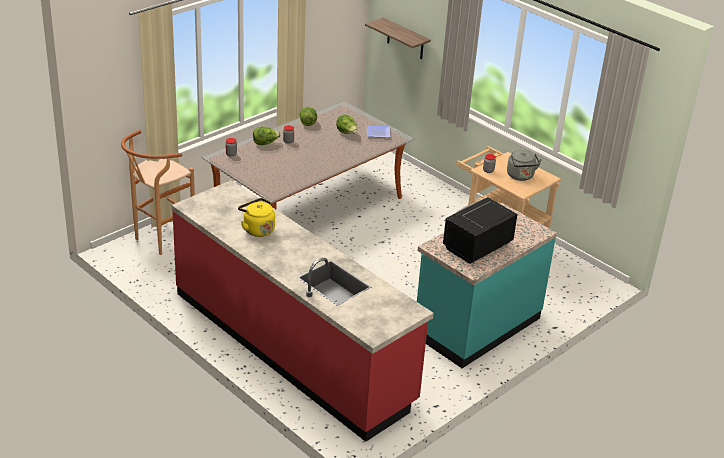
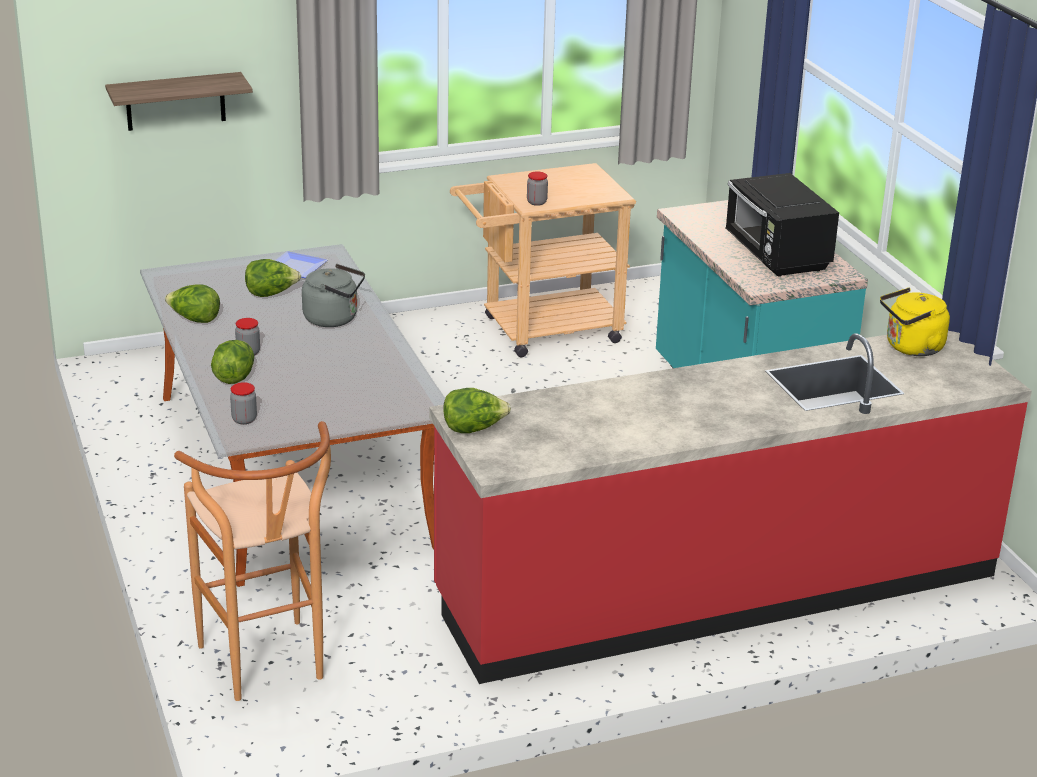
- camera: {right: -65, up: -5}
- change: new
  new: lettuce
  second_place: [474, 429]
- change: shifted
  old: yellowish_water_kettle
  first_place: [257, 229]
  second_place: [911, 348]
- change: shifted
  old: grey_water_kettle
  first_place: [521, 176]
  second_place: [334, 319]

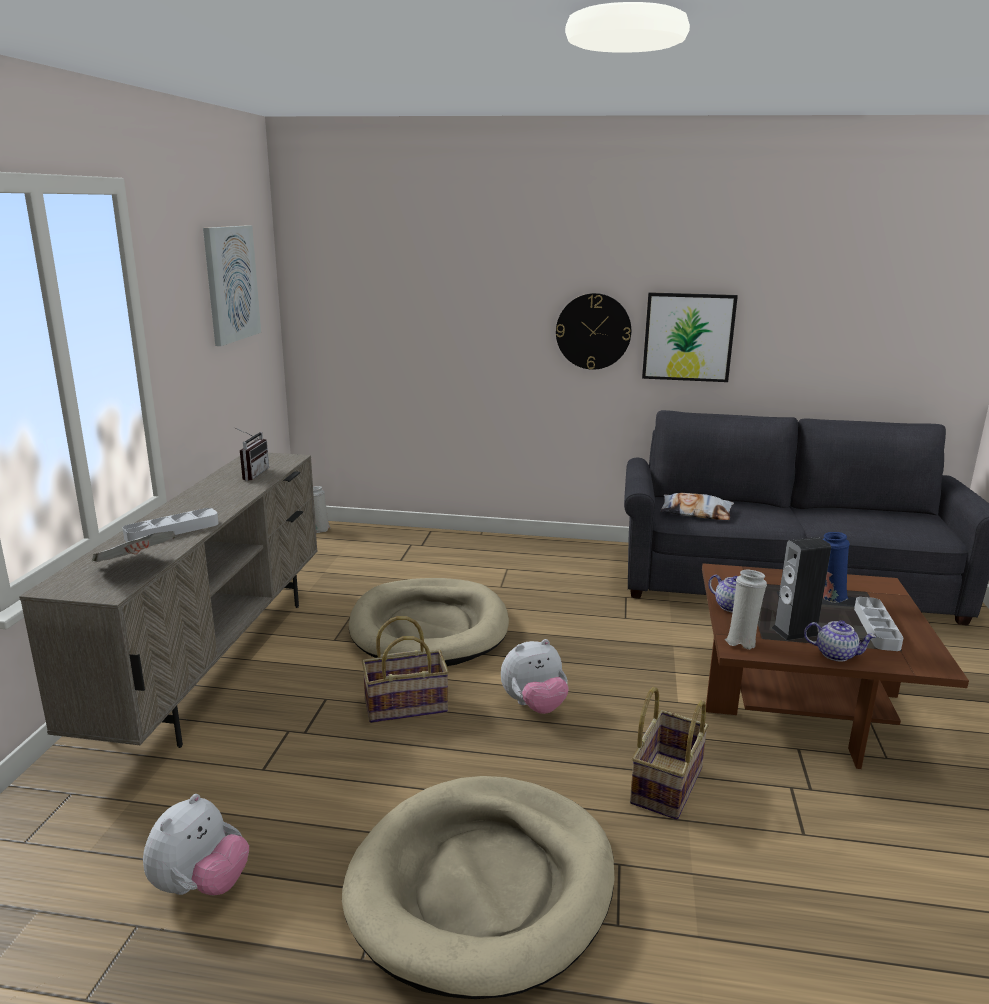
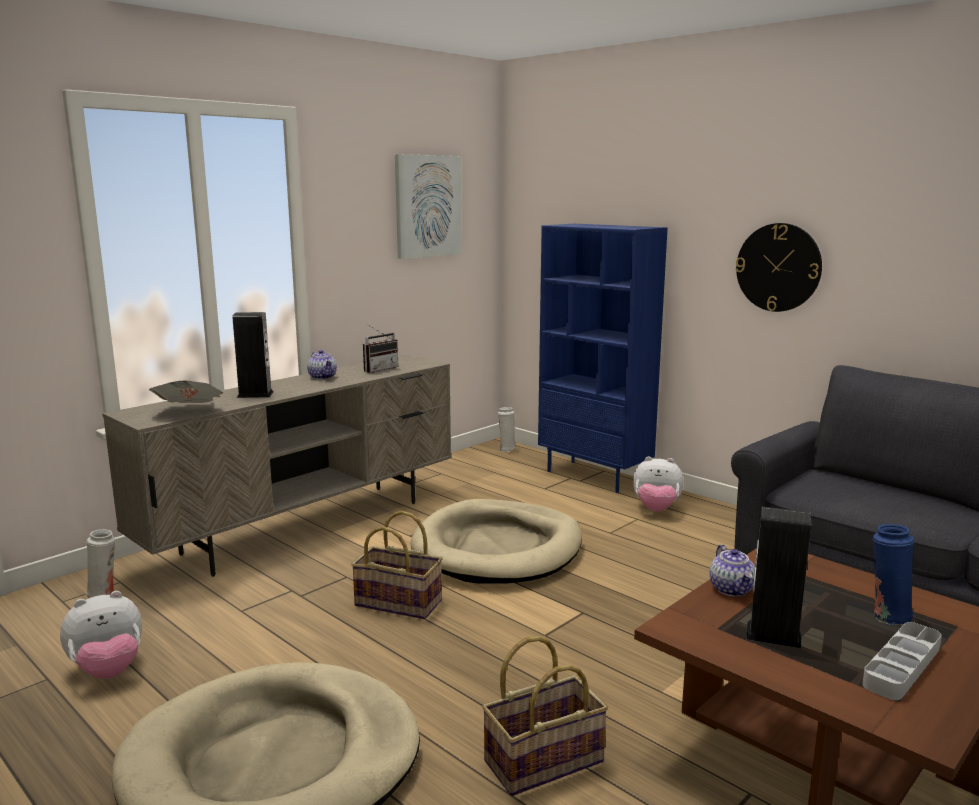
- camera: {right: 35, up: -5}
- change: gone
  old: picture
  first_place: [688, 337]
- change: gone
  old: cushion
  first_place: [696, 512]
- change: new
  new: blue_shelving_unit
  second_place: [595, 476]
- change: shifted
  old: soft_toy
  first_place: [534, 706]
  second_place: [656, 509]
- change: shifted
  old: whitish_decorative_vase
  first_place: [741, 641]
  second_place: [104, 594]
- change: shifted
  old: teapot
  first_place: [836, 654]
  second_place: [323, 377]
- change: swapped
  old: grey_tray
  new: audio_speaker
  first_place: [172, 530]
  second_place: [255, 394]

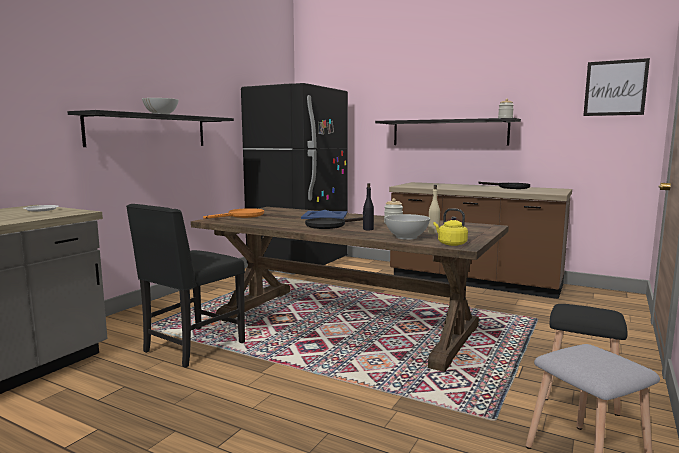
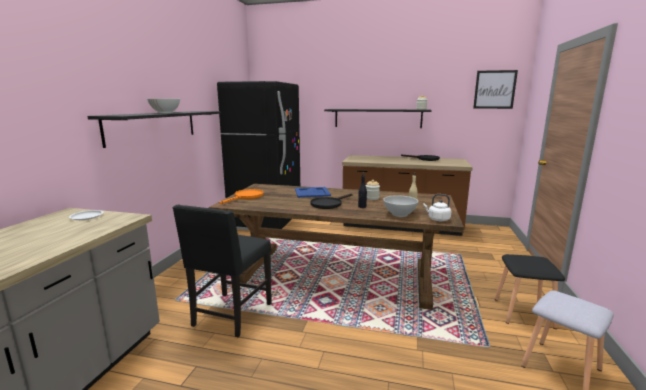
- camera: {right: -15, up: 5}
- change: repainted
  old: yellowish_water_kettle
  new: whitish_water_kettle
  first_place: [450, 244]
  second_place: [437, 219]

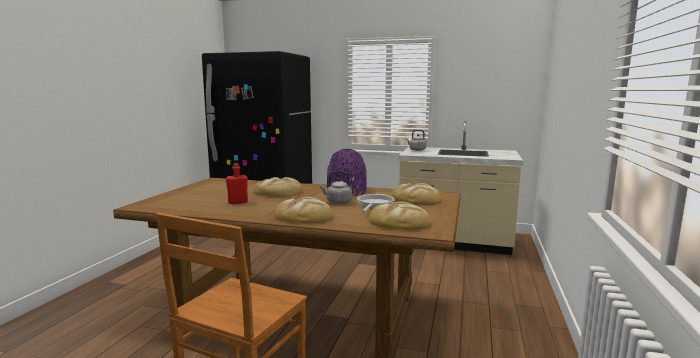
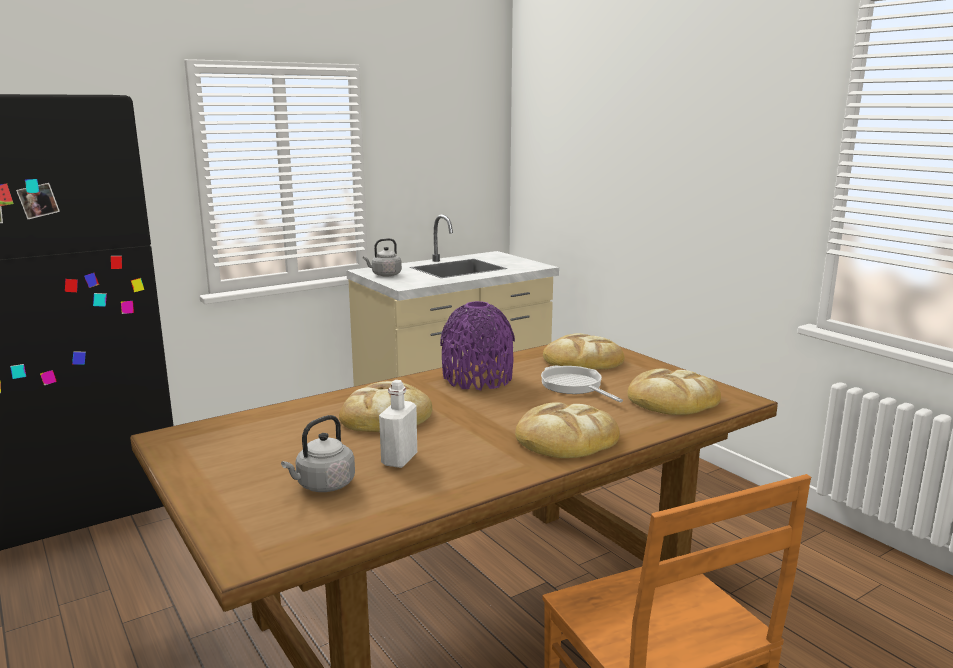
- camera: {right: -50, up: 5}
- change: shifted
  old: grey_water_kettle
  first_place: [337, 202]
  second_place: [323, 485]
- change: repainted
  old: reddish_beverage_bottle
  new: whitish_beverage_bottle
  first_place: [238, 202]
  second_place: [399, 459]

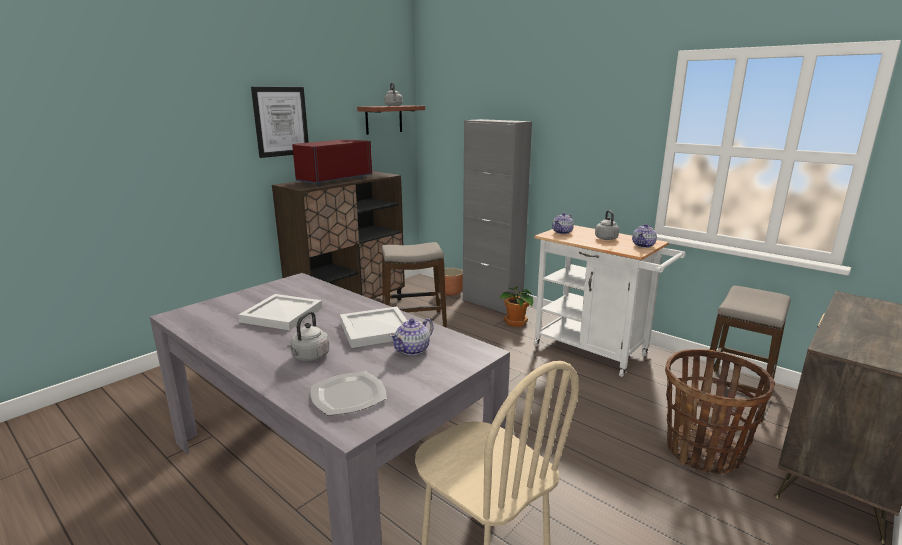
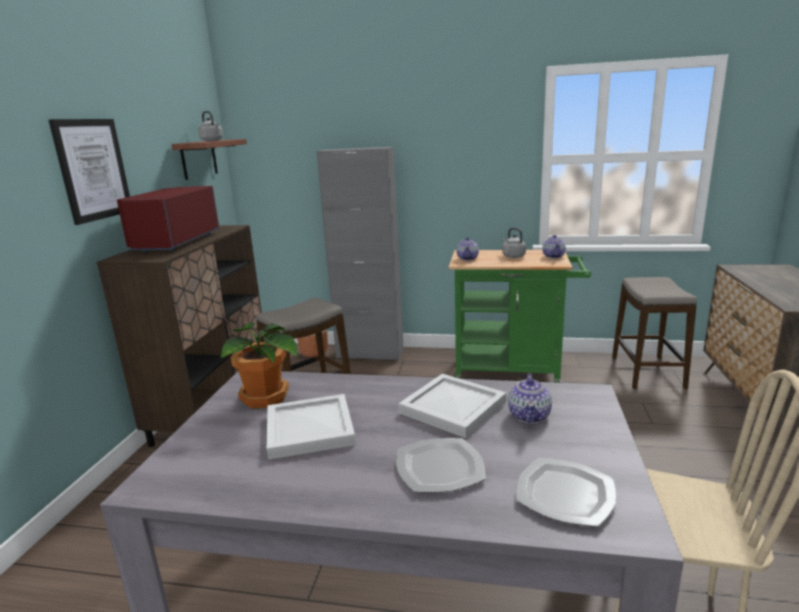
- camera: {right: -30, up: 0}
- change: gone
  old: household_basket
  first_place: [703, 452]
- change: shifted
  old: plant_in_a_pot
  first_place: [515, 323]
  second_place: [265, 399]
- change: swapped
  old: grey_water_kettle
  new: flat_dish
  first_place: [309, 357]
  second_place: [440, 468]
- change: repainted
  old: whitish_trolley
  new: greenish_trolley
  first_place: [596, 352]
  second_place: [514, 372]

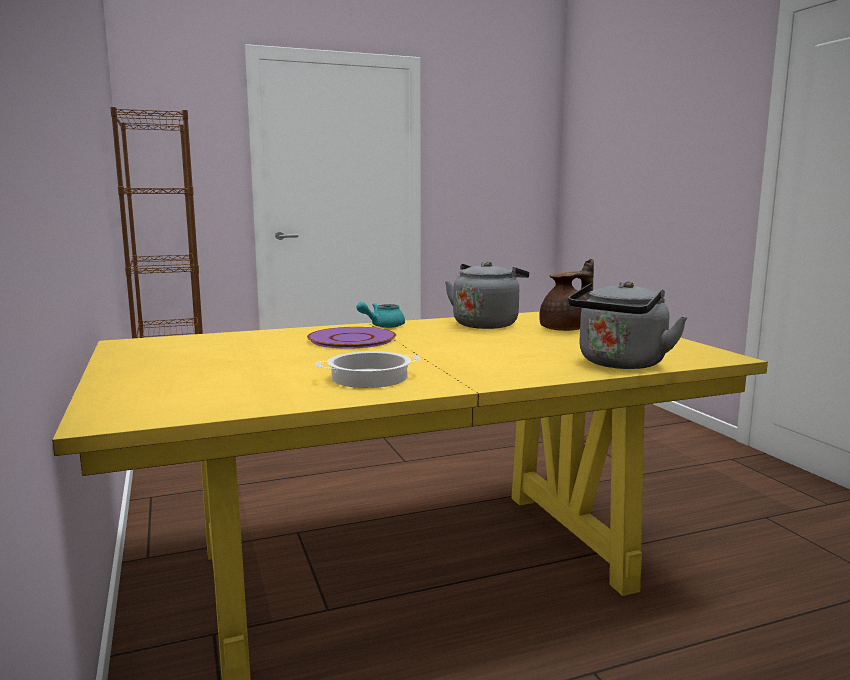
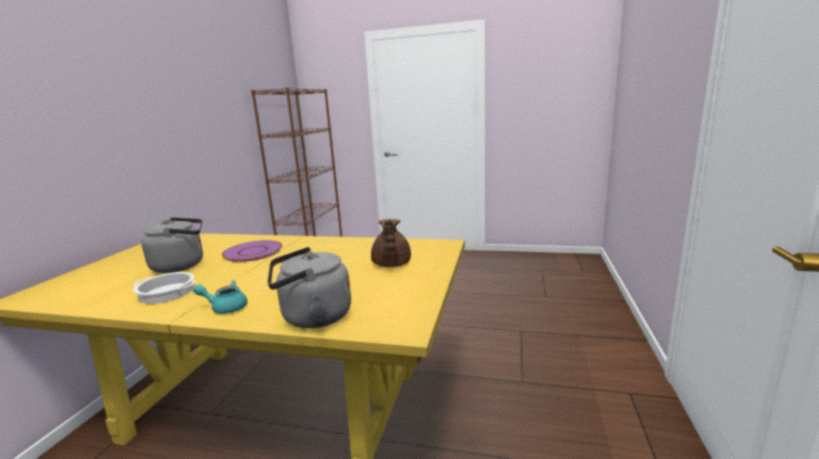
- camera: {right: 35, up: 5}
- change: shifted
  old: turquoise-coloured_teapot
  first_place: [382, 326]
  second_place: [225, 307]
- change: shifted
  old: grey_water_kettle
  first_place: [486, 324]
  second_place: [182, 265]
- change: rotated
  old: brown_teapot
  first_place: [567, 329]
  second_place: [391, 264]
  degrees: 90

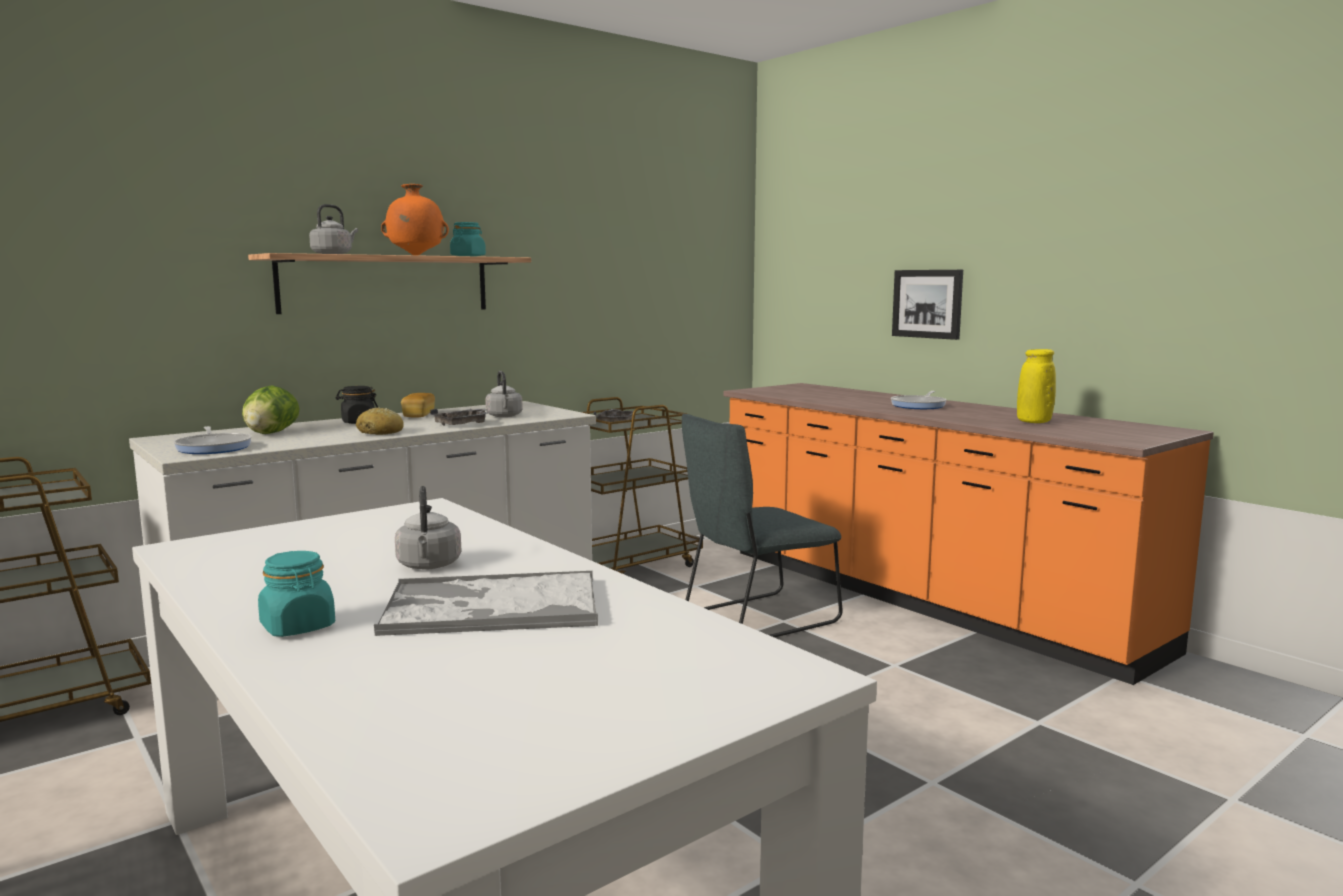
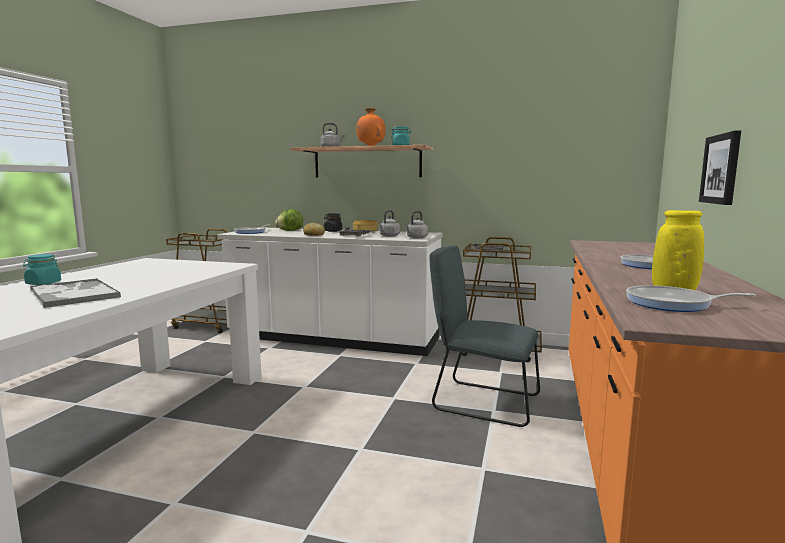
- camera: {right: 55, up: 0}
- change: new
  new: frying_pan
  second_place: [673, 304]
- change: shifted
  old: grey_water_kettle
  first_place: [429, 566]
  second_place: [416, 238]

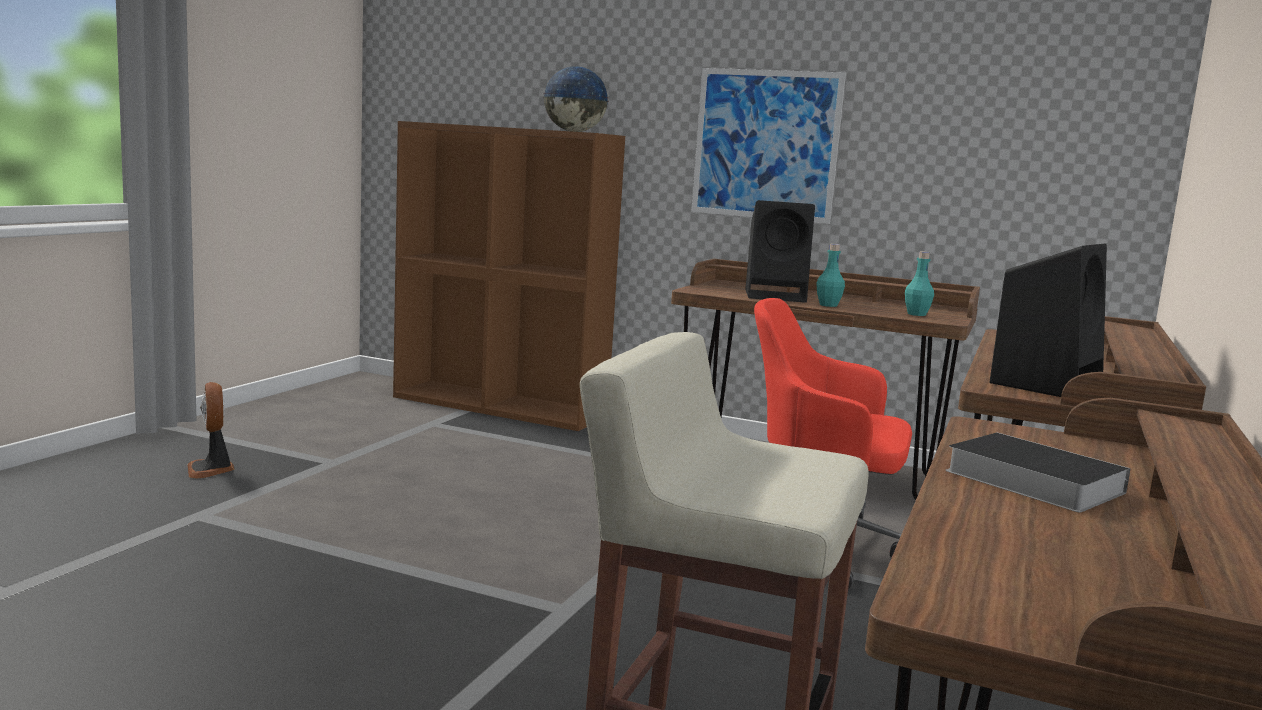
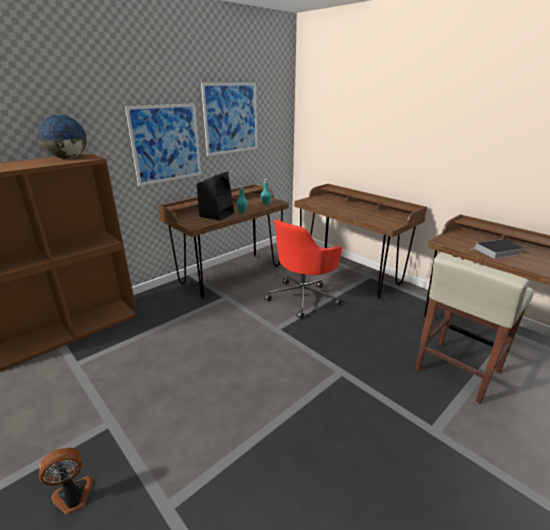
- camera: {right: -65, up: 15}
- change: gone
  old: black_audio_speaker
  first_place: [1046, 385]
- change: new
  new: picture
  second_place: [231, 118]
- change: rotated
  old: cooling_fan
  first_place: [211, 470]
  second_place: [73, 497]
  degrees: 150

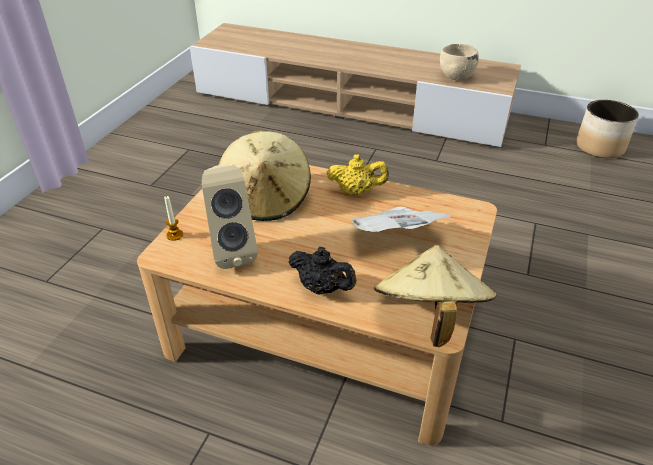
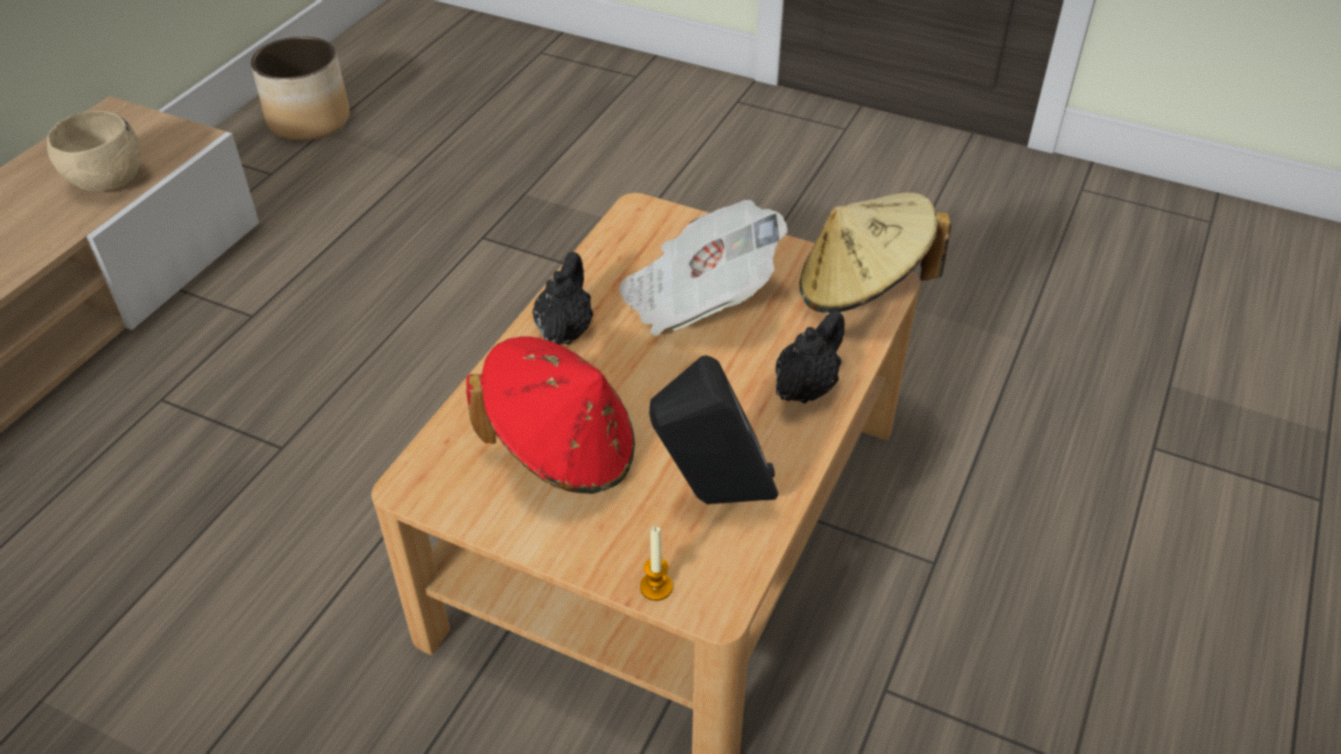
- camera: {right: -85, up: 5}
- change: repainted
  old: beige_audio_speaker
  new: black_audio_speaker
  first_place: [232, 251]
  second_place: [711, 497]
- change: repainted
  old: beige_wearable_hat
  new: reddish_wearable_hat
  first_place: [266, 199]
  second_place: [562, 451]
- change: repainted
  old: yellowish_teapot
  new: black_teapot
  first_place: [356, 192]
  second_place: [564, 330]

